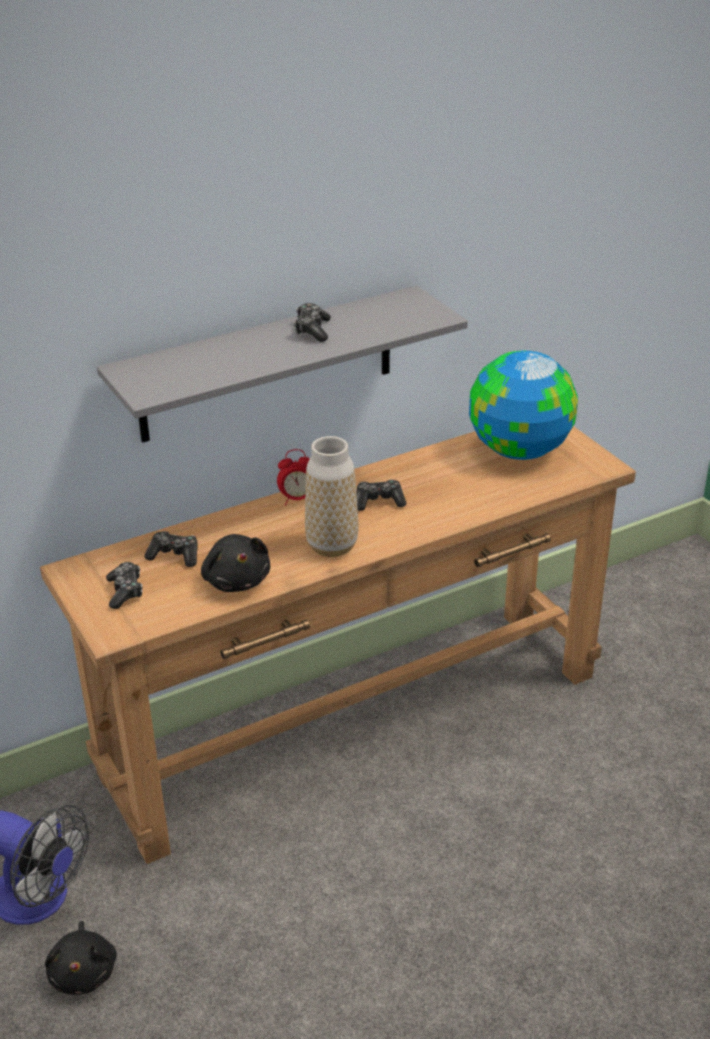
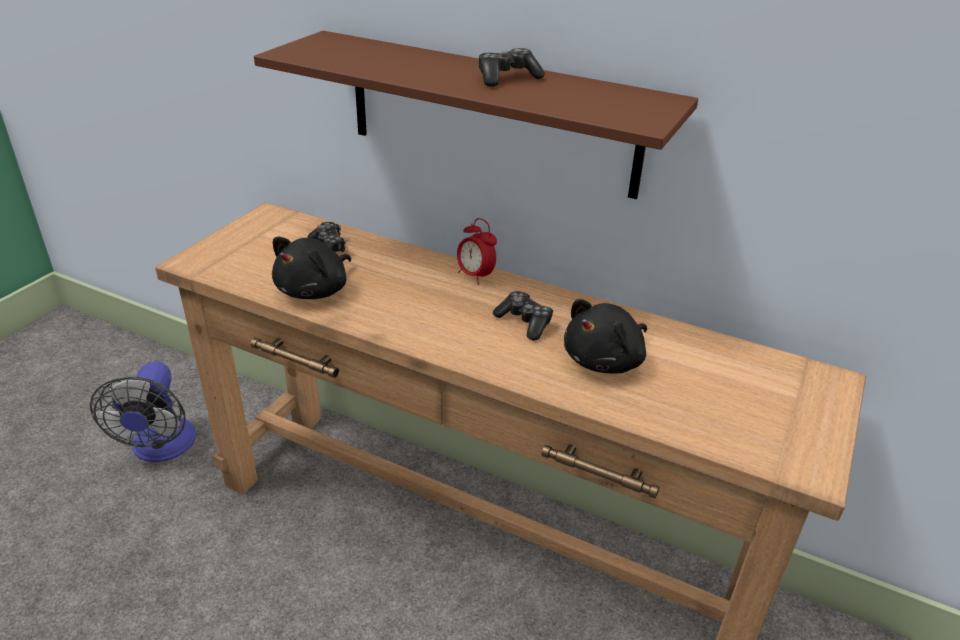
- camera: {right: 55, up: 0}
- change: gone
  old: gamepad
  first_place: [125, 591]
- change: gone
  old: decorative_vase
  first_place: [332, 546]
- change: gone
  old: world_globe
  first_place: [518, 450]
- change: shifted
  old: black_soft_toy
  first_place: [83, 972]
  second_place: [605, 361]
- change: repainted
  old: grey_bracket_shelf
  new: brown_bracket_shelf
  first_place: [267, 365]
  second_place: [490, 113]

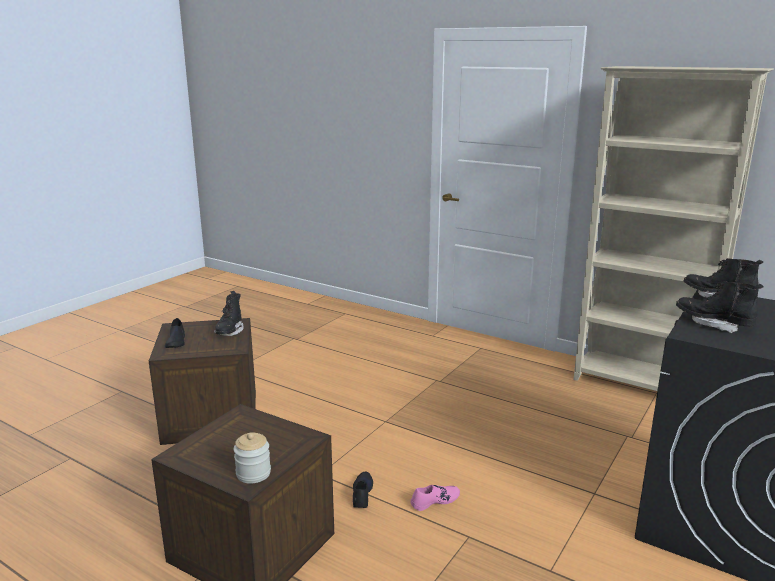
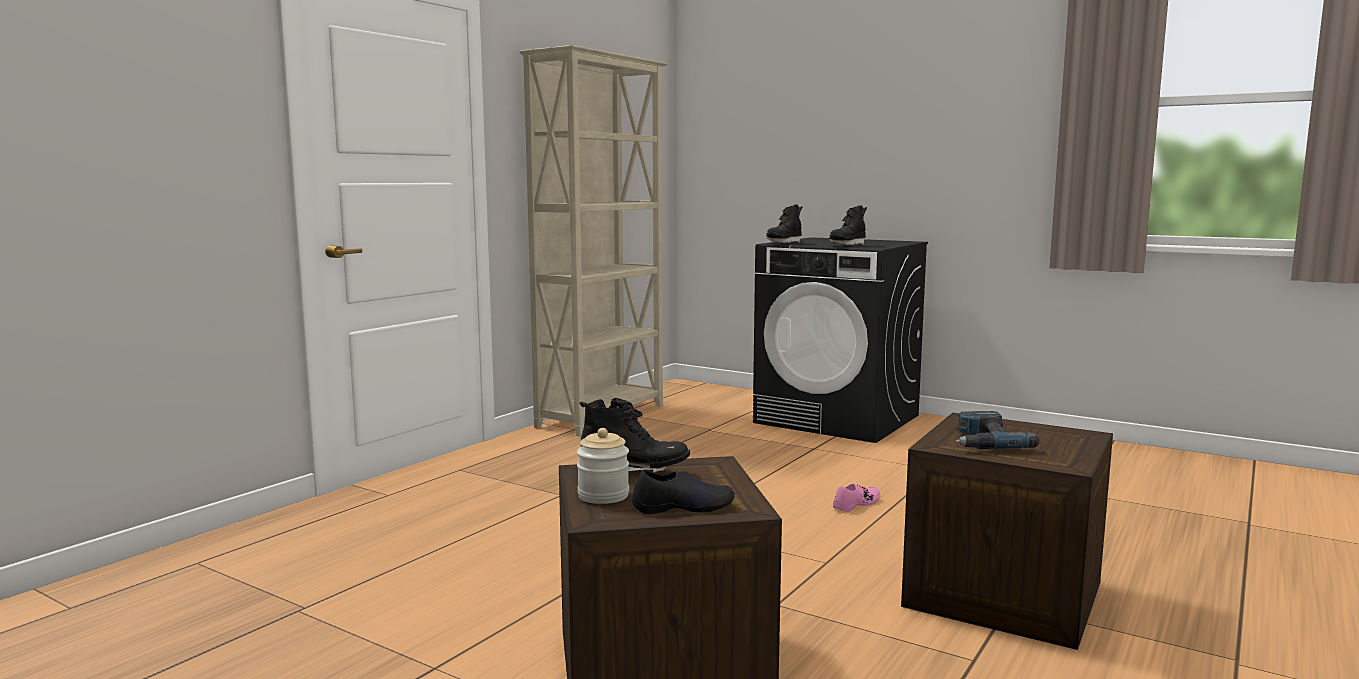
- camera: {right: -90, up: -10}
- change: gone
  old: black_shoe
  first_place: [362, 493]
- change: new
  new: drill
  second_place: [984, 441]
- change: shifted
  old: storage_jar
  first_place: [253, 473]
  second_place: [603, 496]
- change: rotated
  old: pink_shoe
  first_place: [435, 501]
  second_place: [856, 504]
  degrees: 75

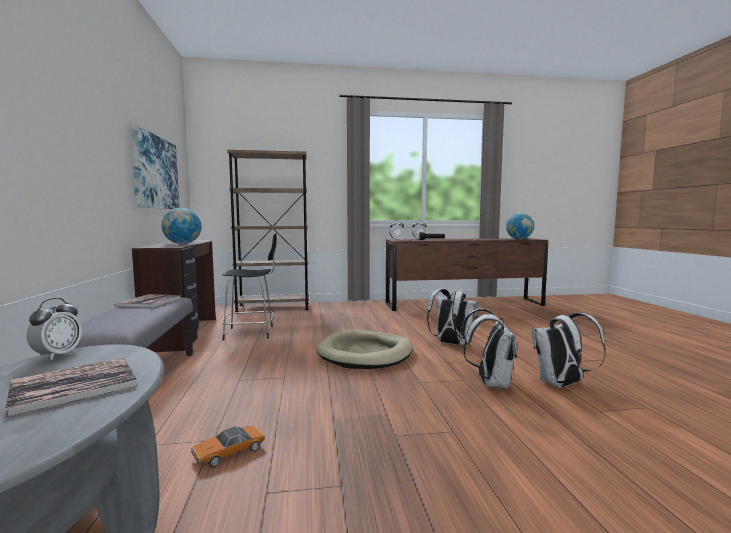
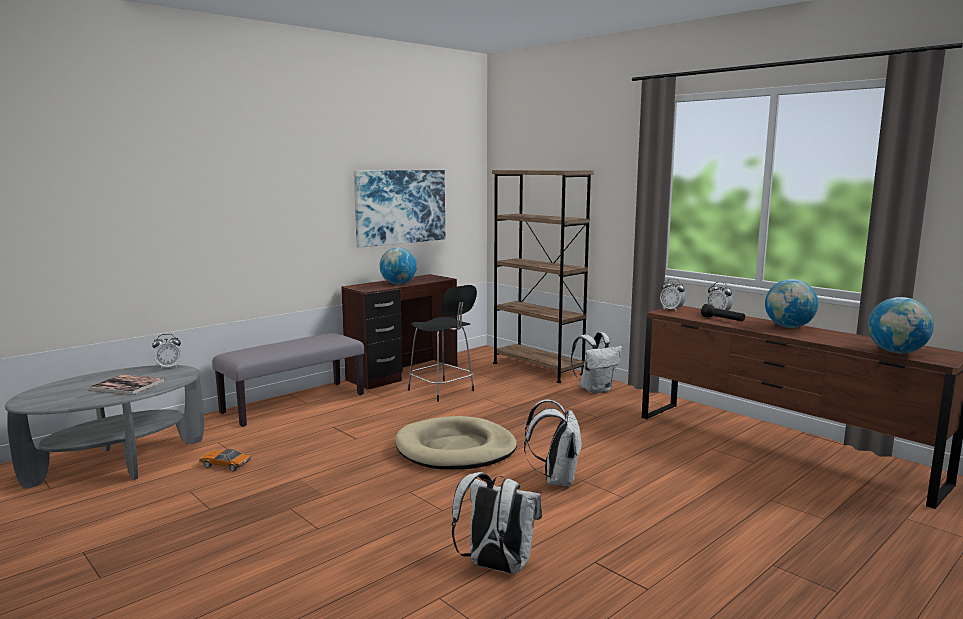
- camera: {right: 55, up: 5}
- change: gone
  old: book
  first_place: [149, 302]
- change: new
  new: world_globe
  second_place: [788, 327]
- change: shifted
  old: whitish_rucksack
  first_place: [490, 383]
  second_place: [595, 390]

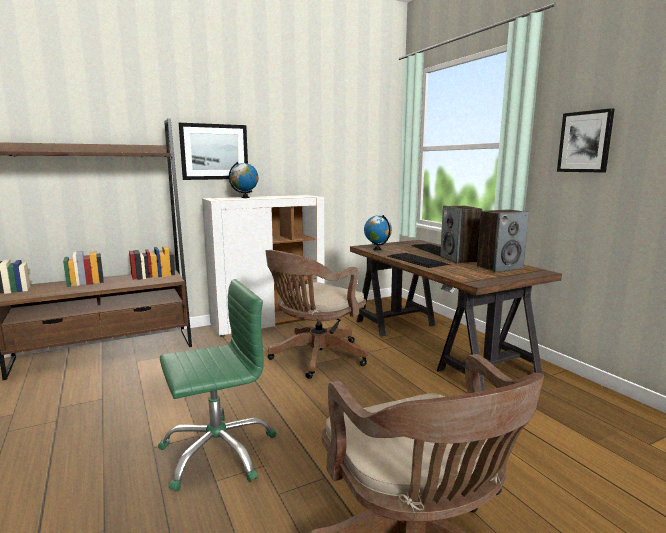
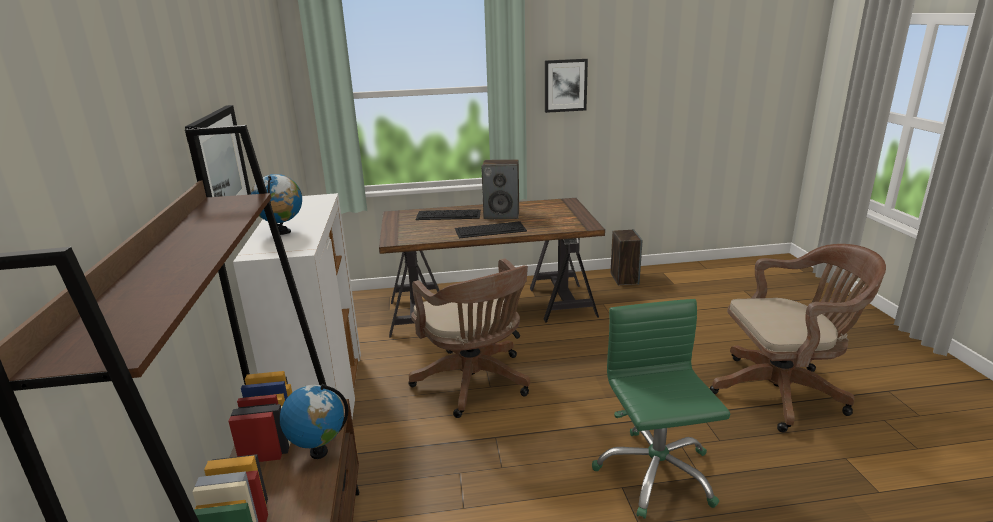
- camera: {right: -70, up: 10}
- change: shifted
  old: world_globe
  first_place: [377, 249]
  second_place: [319, 452]
- change: shifted
  old: audio_speaker
  first_place: [499, 268]
  second_place: [624, 279]

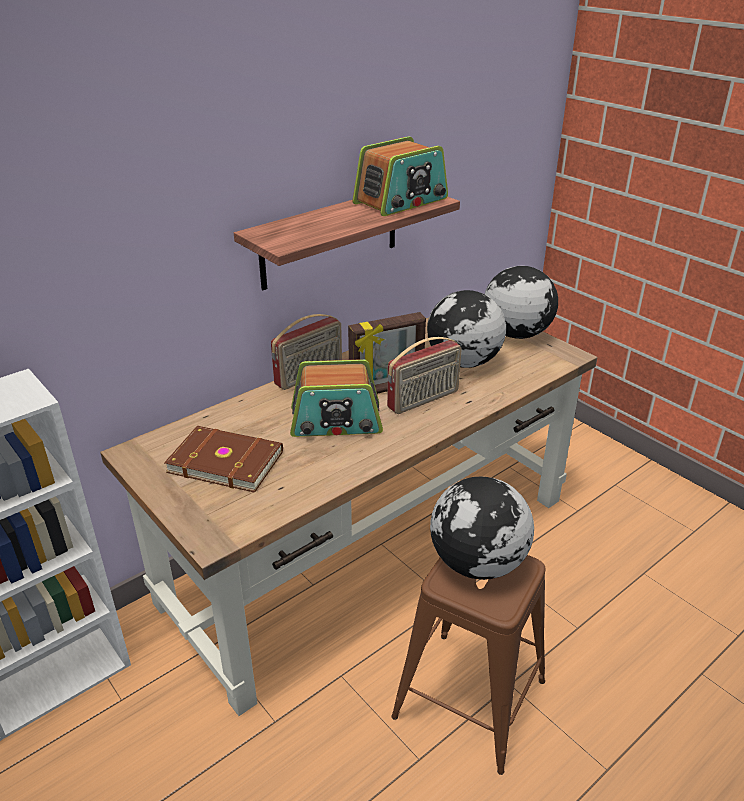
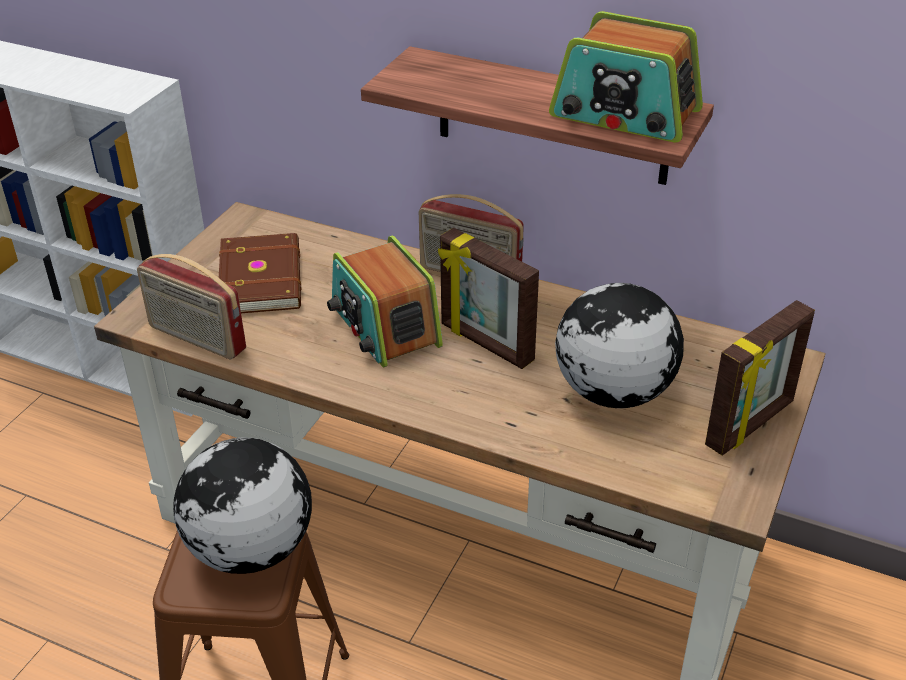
- camera: {right: 65, up: 5}
- change: shifted
  old: radio
  first_place: [424, 400]
  second_place: [196, 339]
- change: swapped
  old: world_globe
  new: standing_frame
  first_place: [515, 334]
  second_place: [751, 425]

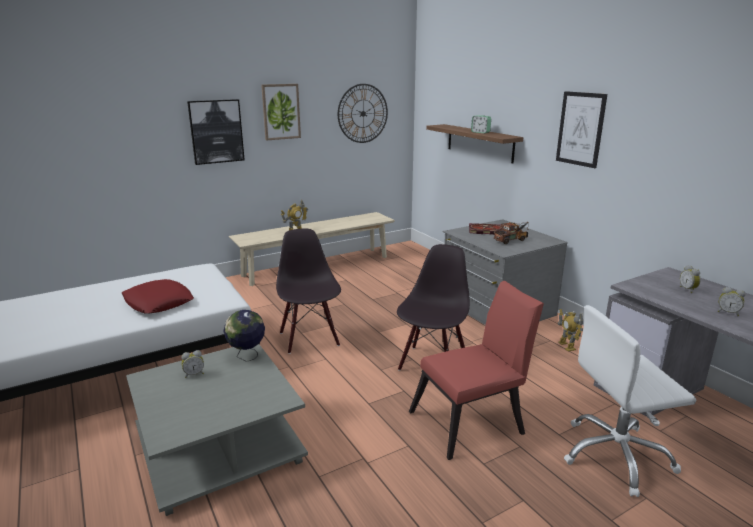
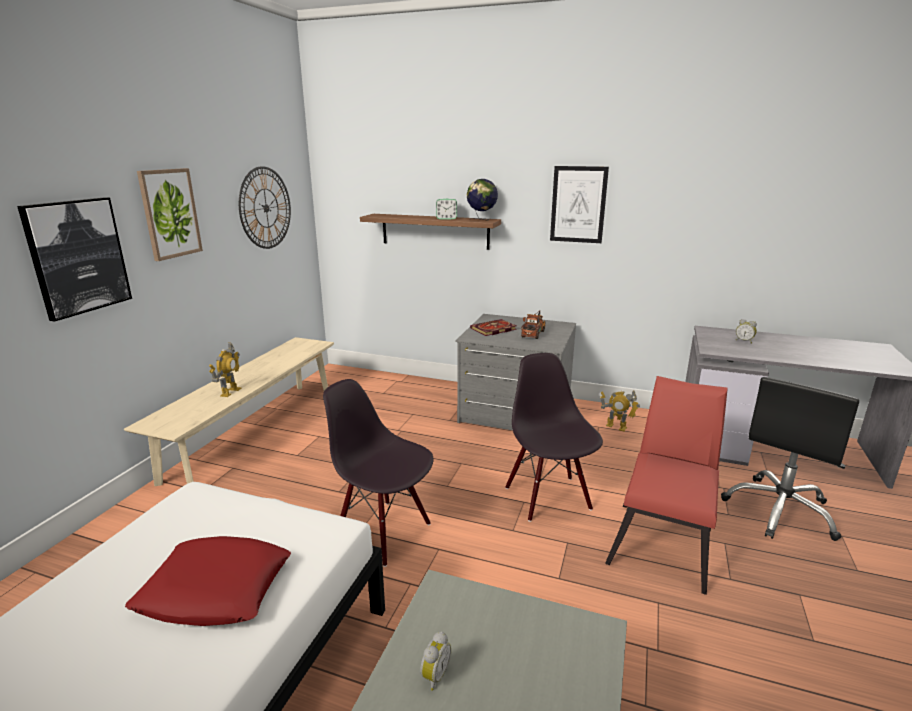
- camera: {right: -40, up: 0}
- change: gone
  old: bedside_clock
  first_place: [728, 312]
- change: shifted
  old: world_globe
  first_place: [247, 356]
  second_place: [481, 219]
- change: repainted
  old: whitish_office_chair
  new: black_office_chair
  first_place: [616, 455]
  second_place: [780, 510]

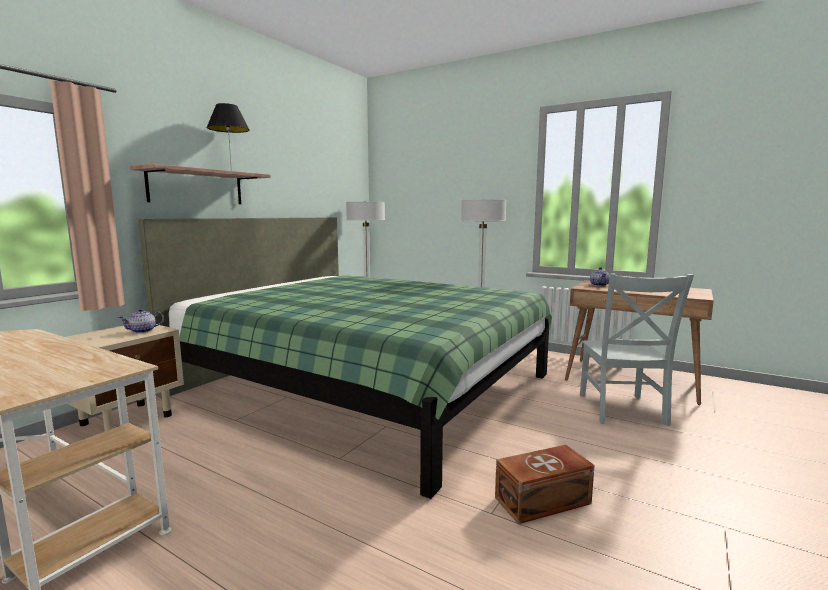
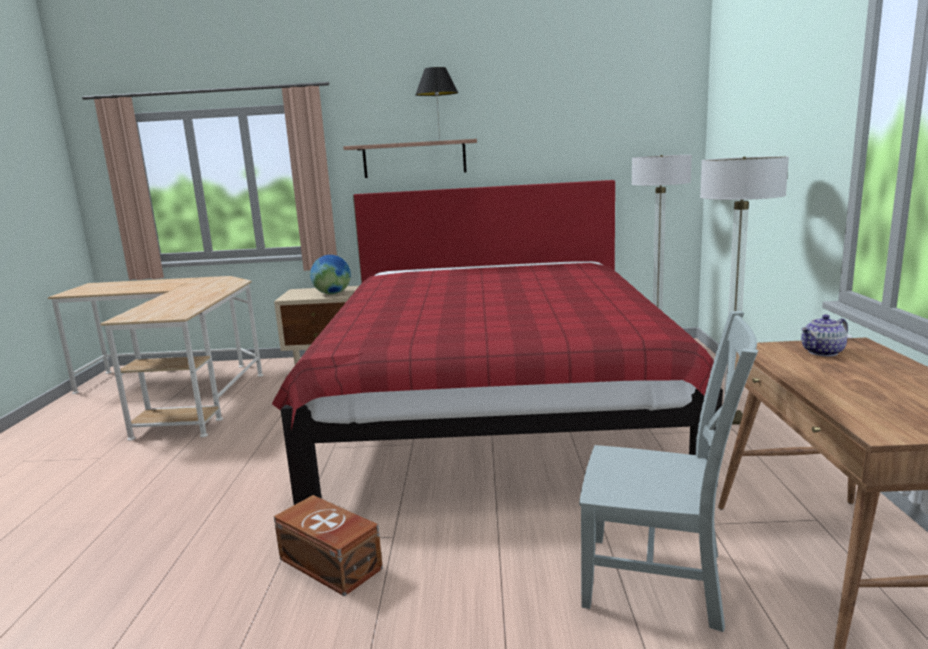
- camera: {right: 60, up: 5}
- change: swapped
  old: teapot
  new: world_globe
  first_place: [143, 331]
  second_place: [332, 294]
- change: repainted
  old: greenish_bed
  new: reddish_bed
  first_place: [365, 386]
  second_place: [493, 404]
- change: rotated
  old: grey_upright_chair
  first_place: [622, 411]
  second_place: [660, 581]
  degrees: -135

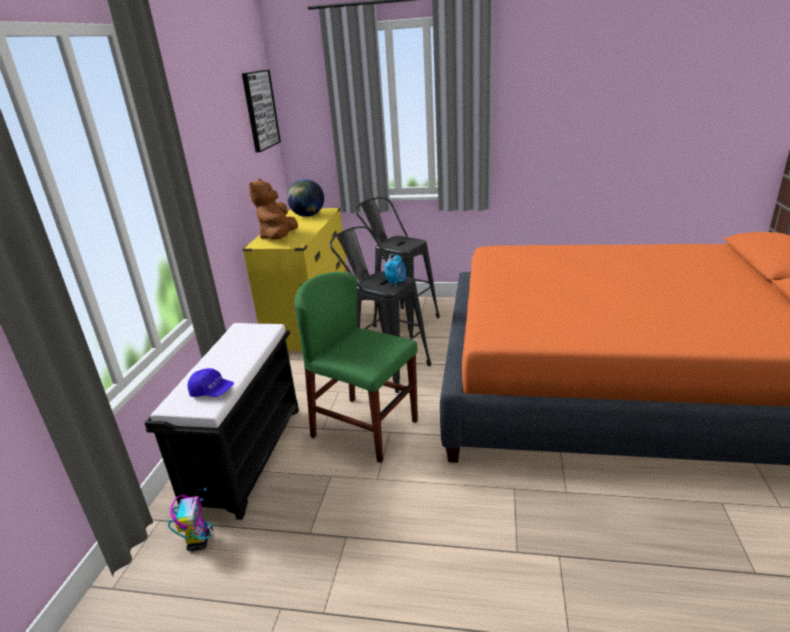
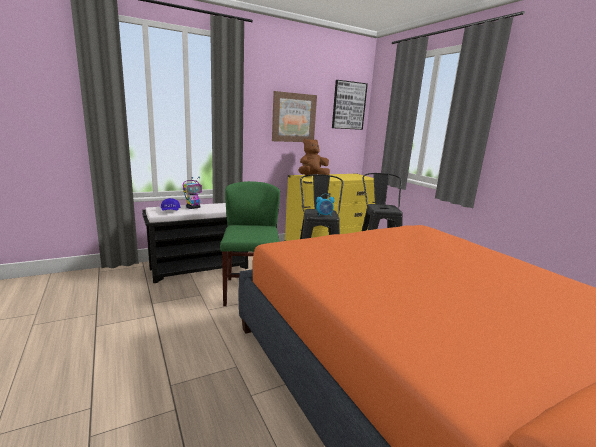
- camera: {right: 50, up: -10}
- change: gone
  old: world_globe
  first_place: [307, 216]
- change: new
  new: picture
  second_place: [293, 117]
- change: shifted
  old: toy_robot
  first_place: [199, 541]
  second_place: [193, 208]

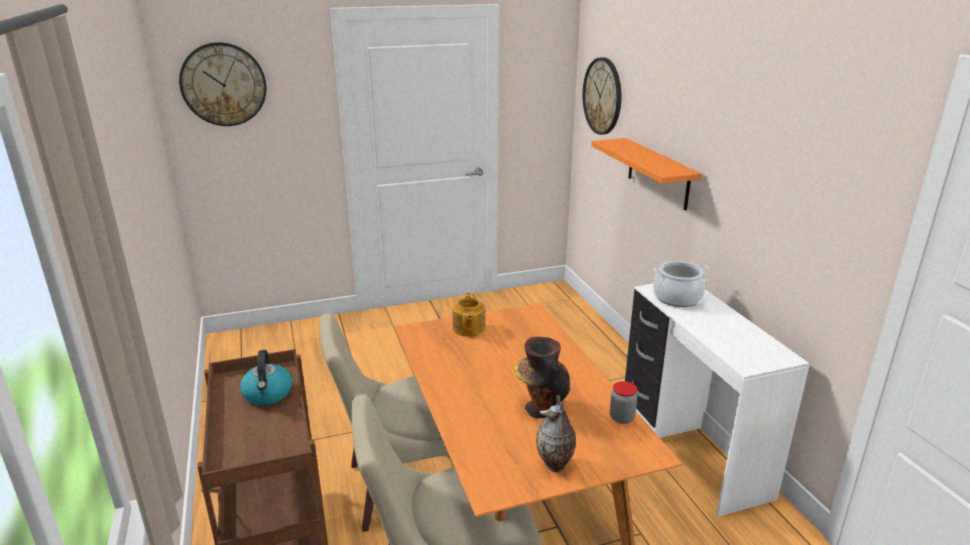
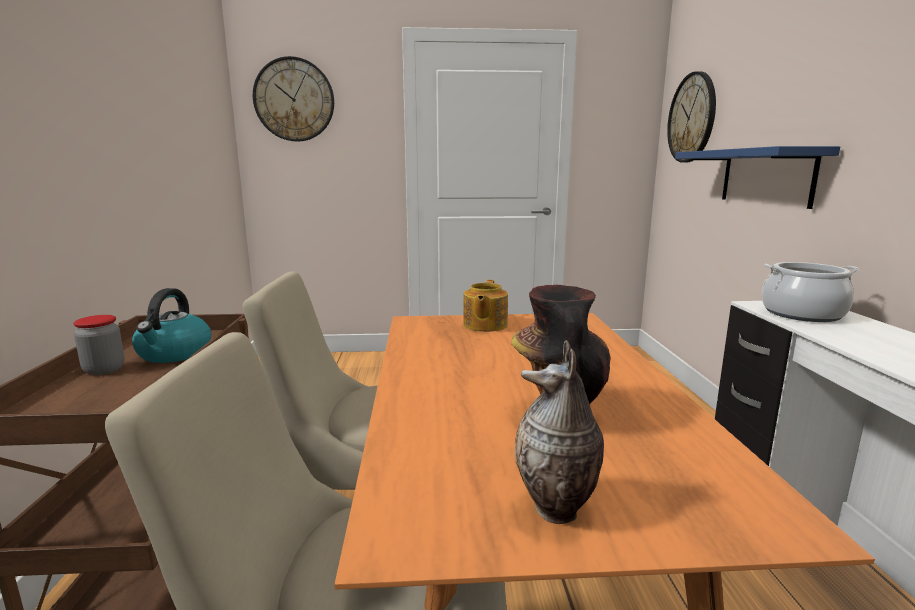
- camera: {right: 15, up: -10}
- change: shifted
  old: storage_jar
  first_place: [622, 418]
  second_place: [104, 370]
- change: repainted
  old: orange_bracket_shelf
  new: blue_bracket_shelf
  first_place: [658, 173]
  second_place: [766, 177]

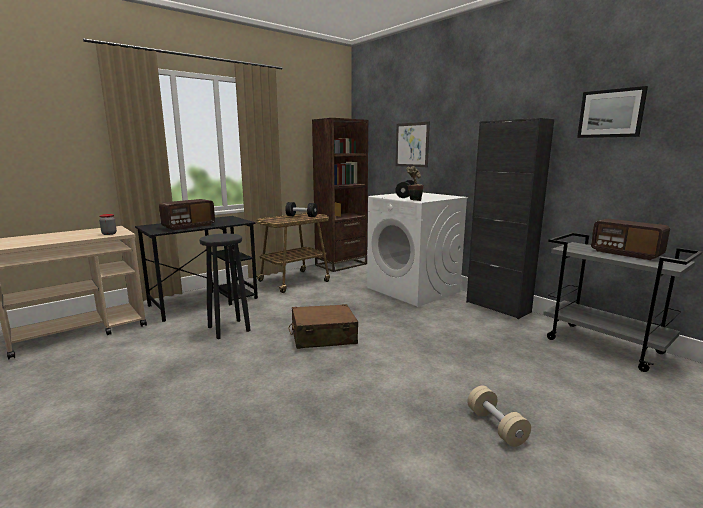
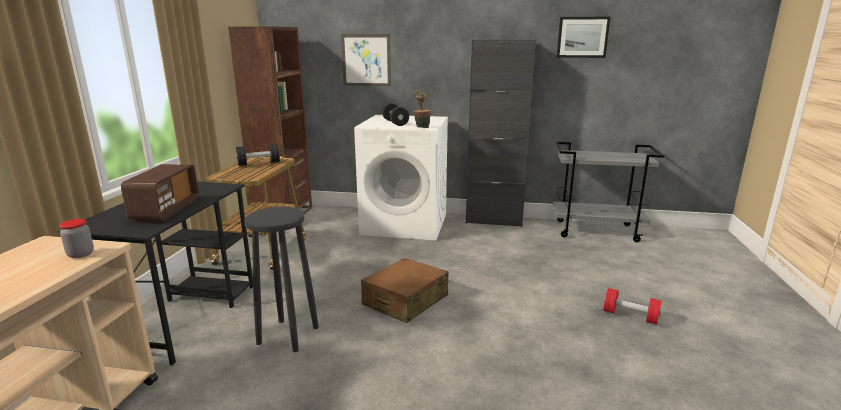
- camera: {right: -40, up: 5}
- change: gone
  old: radio
  first_place: [626, 253]
- change: repainted
  old: beige_hand_weight
  new: reddish_hand_weight
  first_place: [496, 426]
  second_place: [630, 316]

